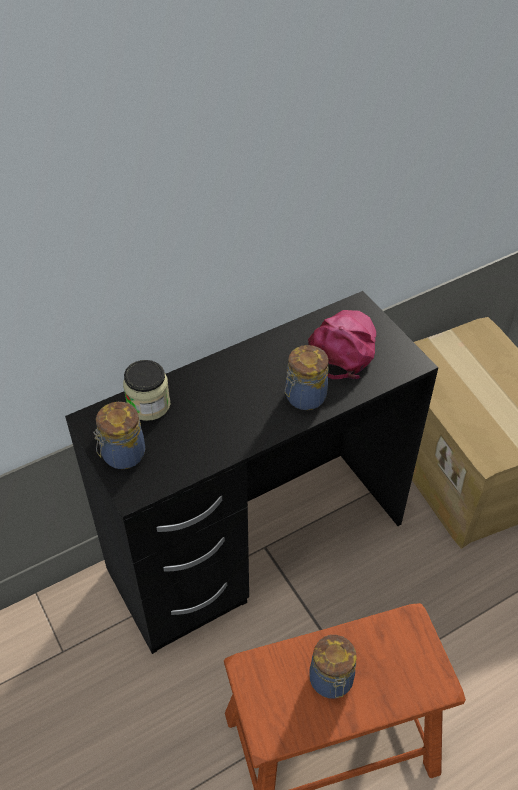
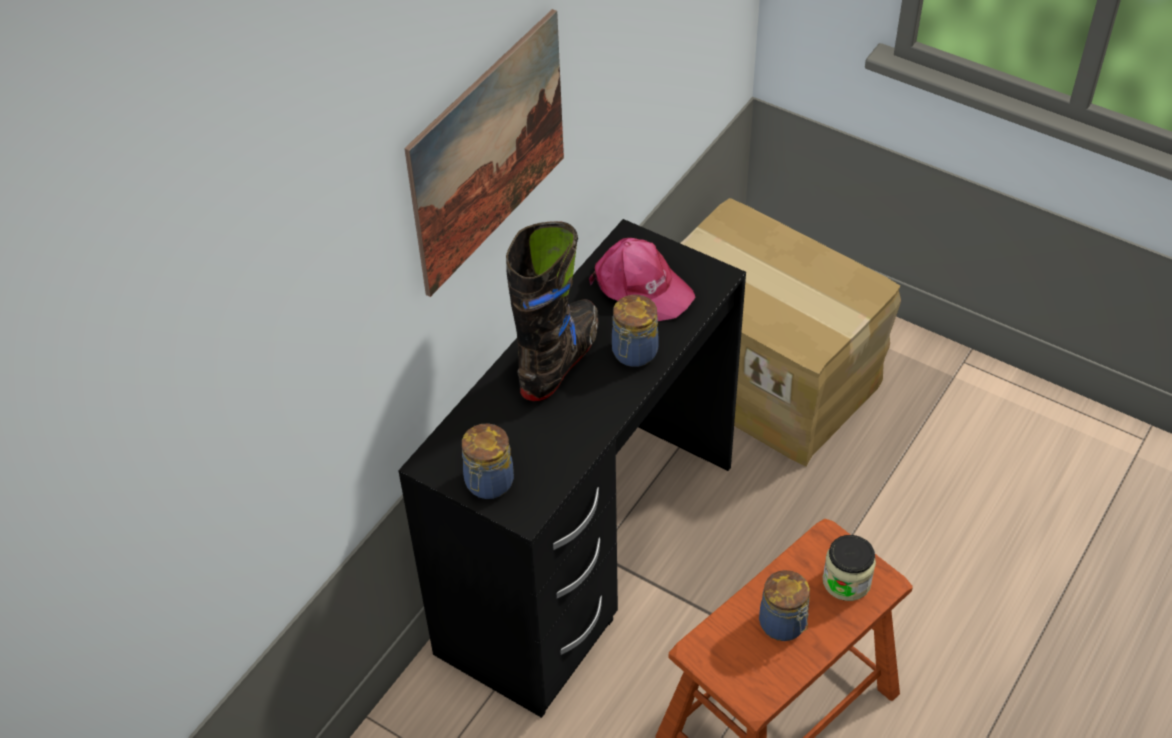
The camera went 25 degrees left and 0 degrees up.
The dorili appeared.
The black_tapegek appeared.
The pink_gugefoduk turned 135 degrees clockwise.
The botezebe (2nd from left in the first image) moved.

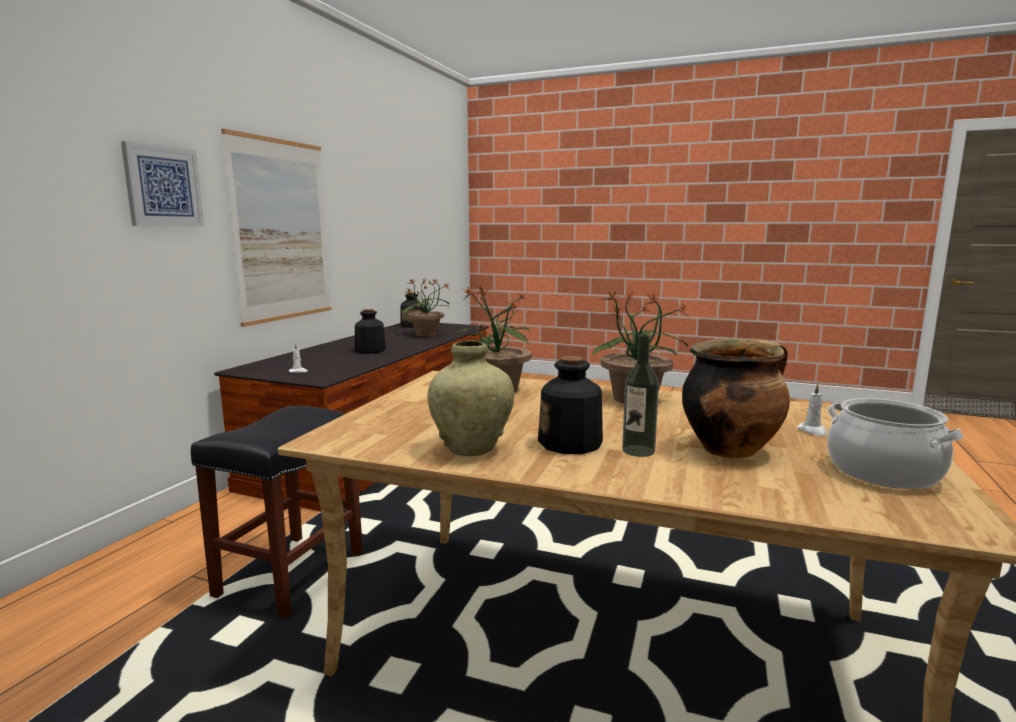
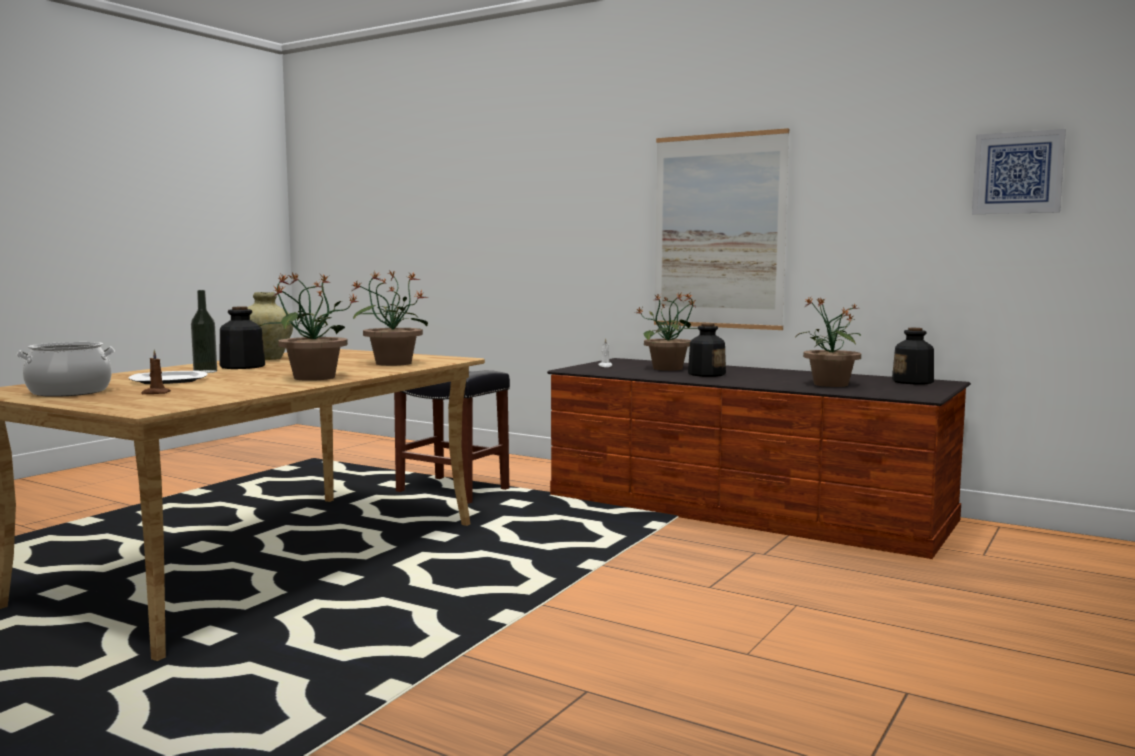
The camera went 100 degrees right and 5 degrees down.
The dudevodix (1st from left) was replaced by the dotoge.
The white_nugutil (2nd from left) became the brown_nugutil.
The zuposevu (3rd from left) appeared.
The dorili (1st from left in the first image) moved.

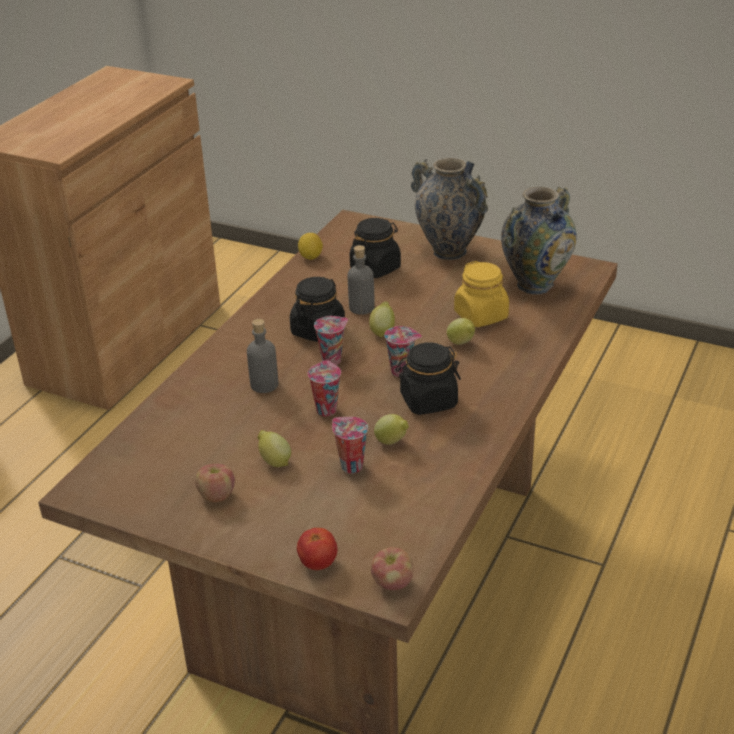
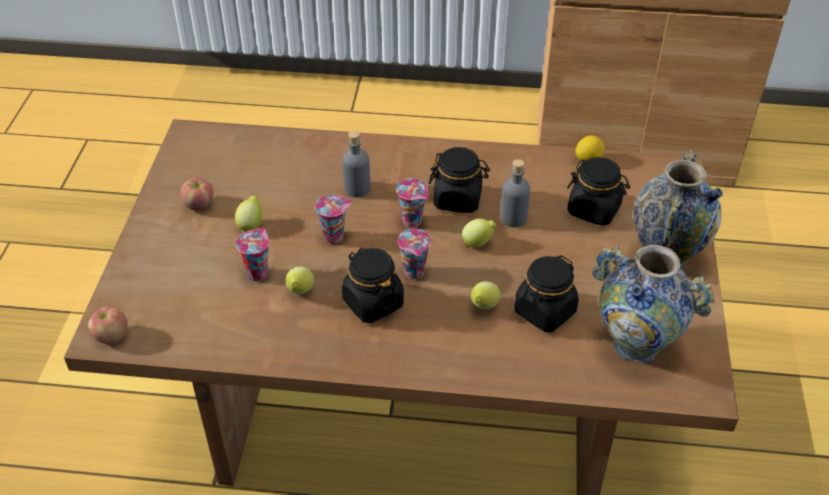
The camera went 70 degrees right and 10 degrees up.
The yellow_botezebe became the black_botezebe (3rd from left).
The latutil disappeared.

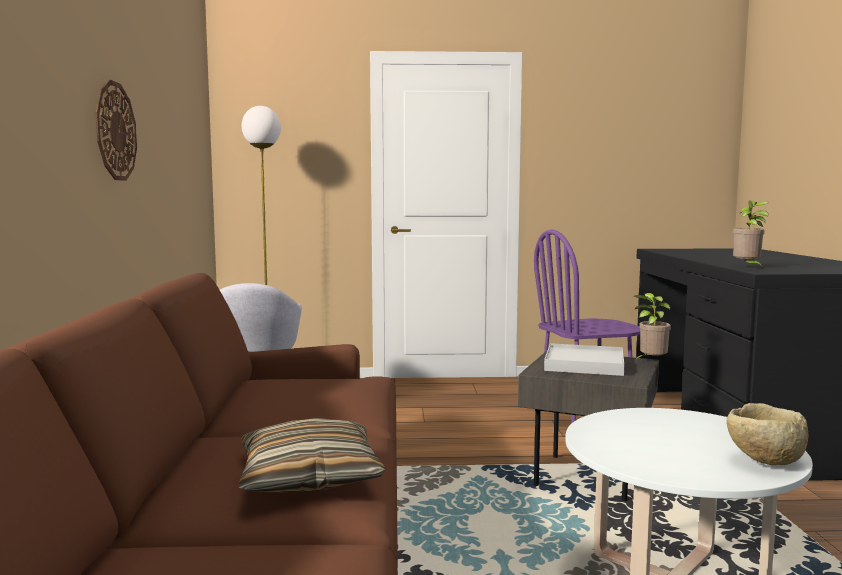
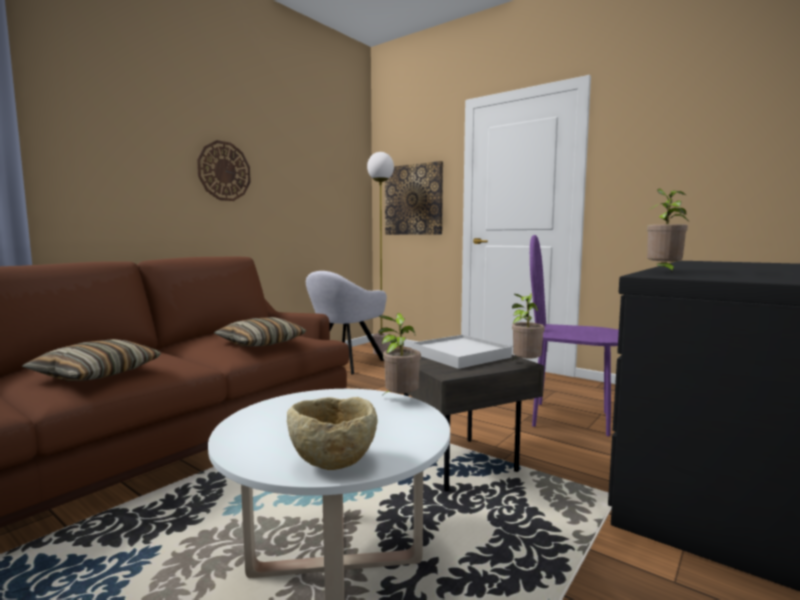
The camera went 40 degrees right and 0 degrees up.
The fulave (2nd from left) appeared.
The zuposevu (1st from left) appeared.
The dorili appeared.

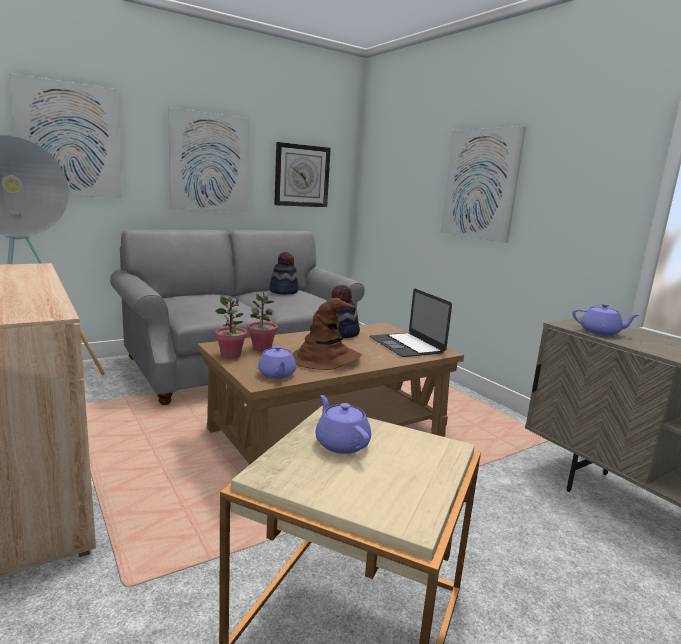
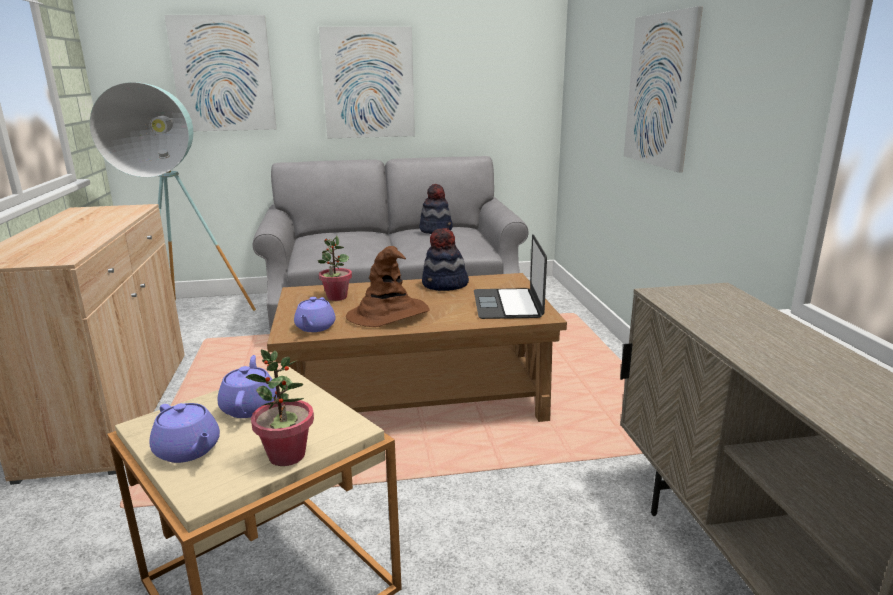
The camera went 25 degrees right and 5 degrees up.
The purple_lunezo (3rd from left in the first image) moved.
The zuposevu (1st from left) moved.
The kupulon disappeared.

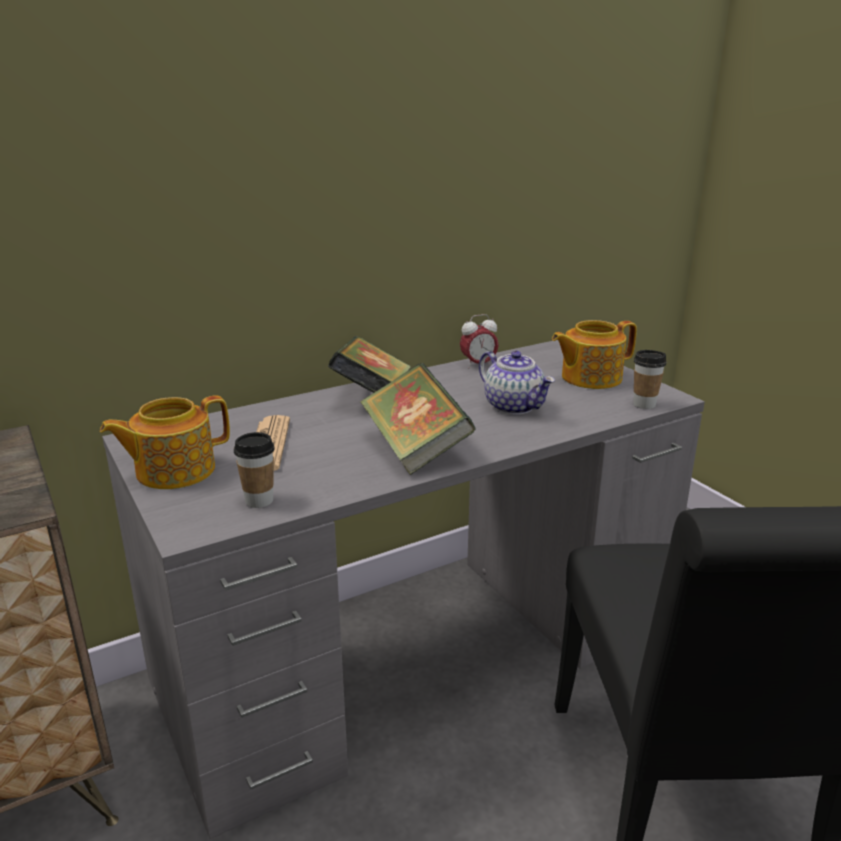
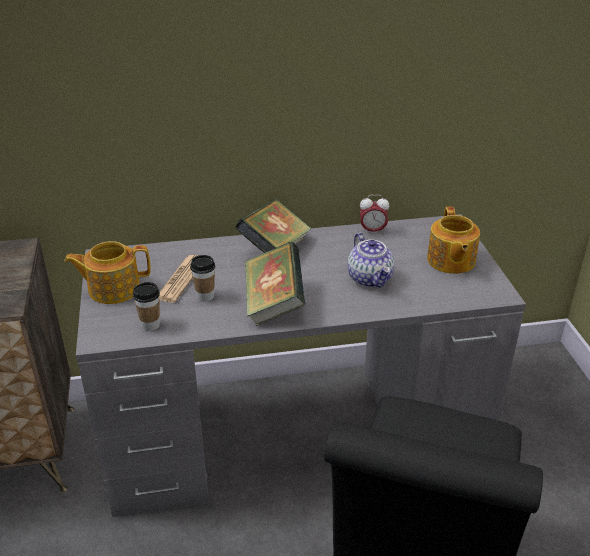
The camera went 20 degrees right and 10 degrees up.
The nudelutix (2nd from left) moved.
The lunezo (3rd from left) turned 90 degrees counterclockwise.

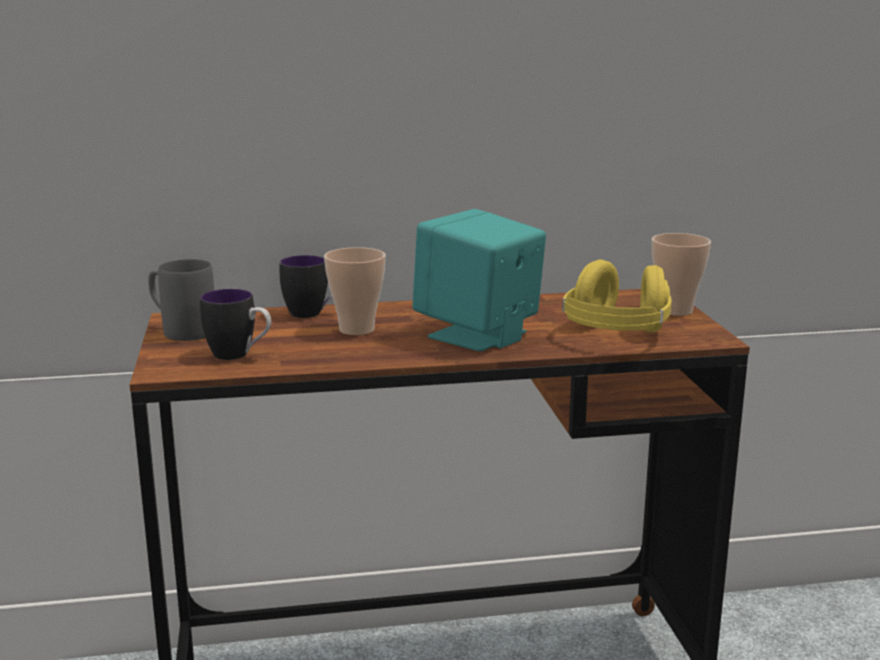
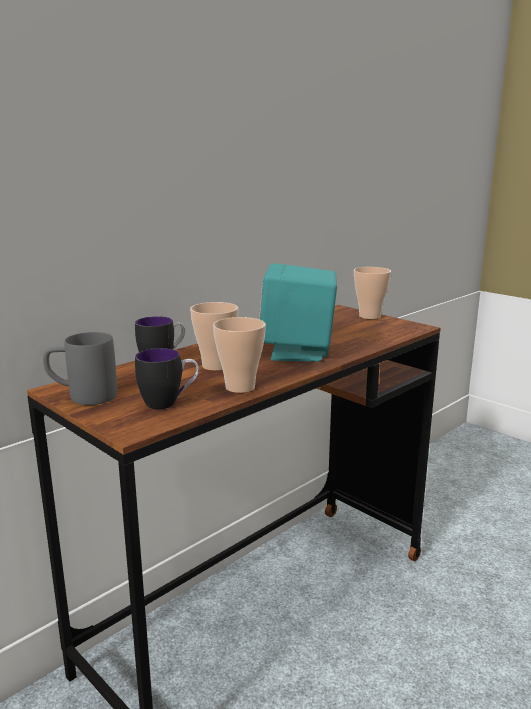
The camera went 35 degrees left and 0 degrees up.
The nudelutix (2nd from left) appeared.
The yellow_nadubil disappeared.

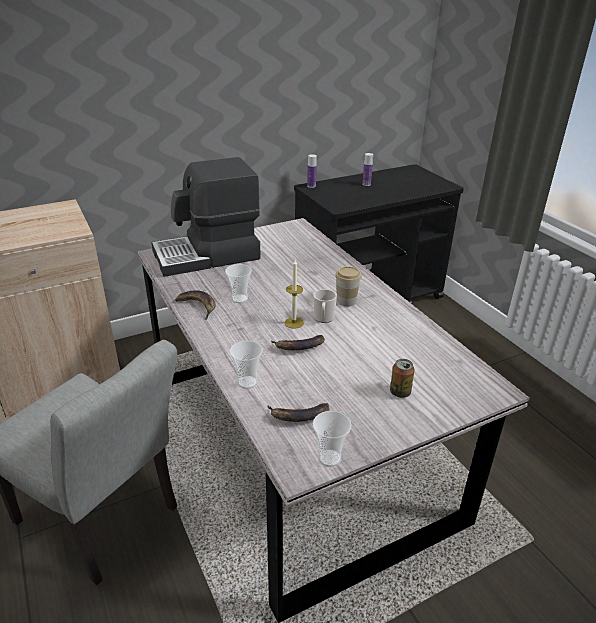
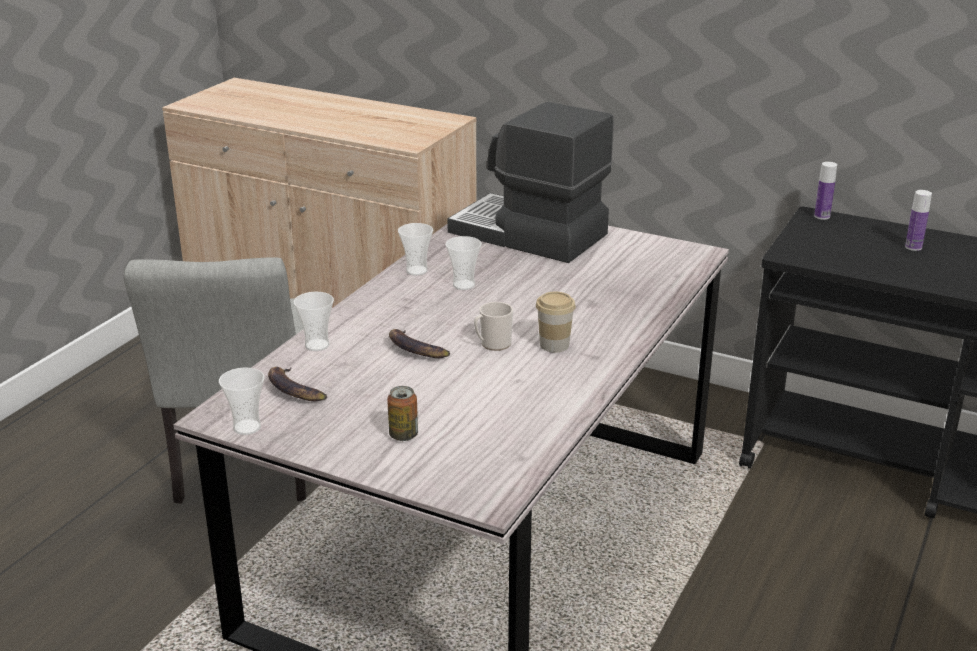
The camera went 55 degrees right and 5 degrees down.
The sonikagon (1st from left) was replaced by the nudelutix (3rd from left).
The nugutil disappeared.

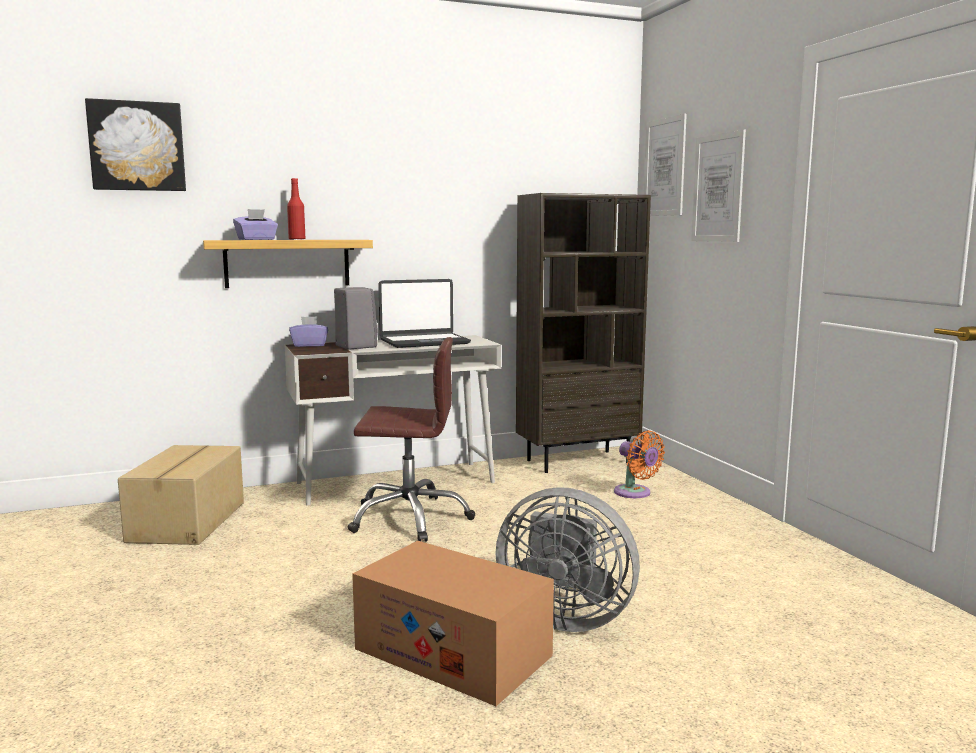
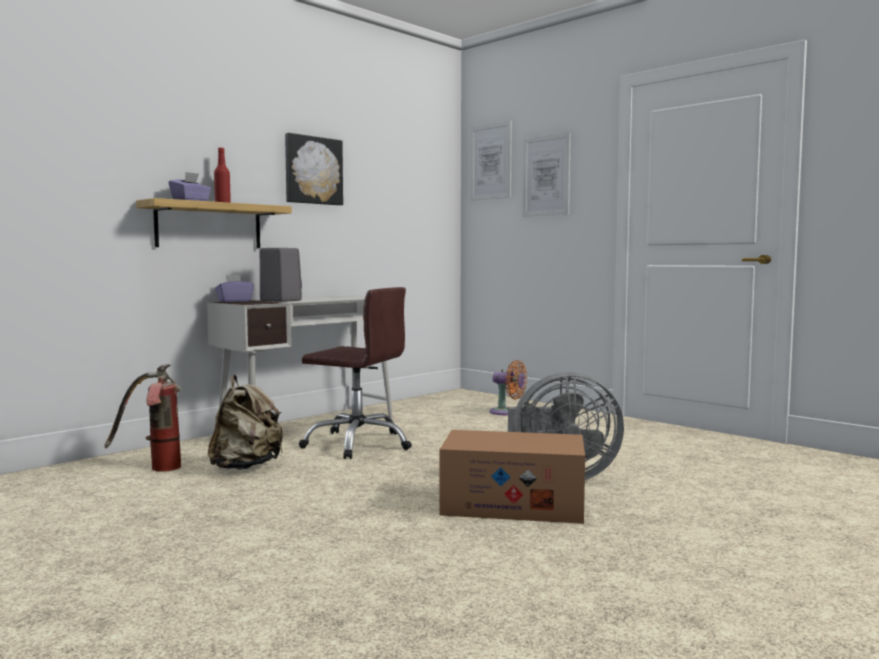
The camera went 25 degrees left and 5 degrees down.
The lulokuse (1st from left) was replaced by the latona.
The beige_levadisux appeared.
The dorili (1st from left) moved.
The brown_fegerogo turned 45 degrees clockwise.
The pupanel disappeared.
The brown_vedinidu disappeared.

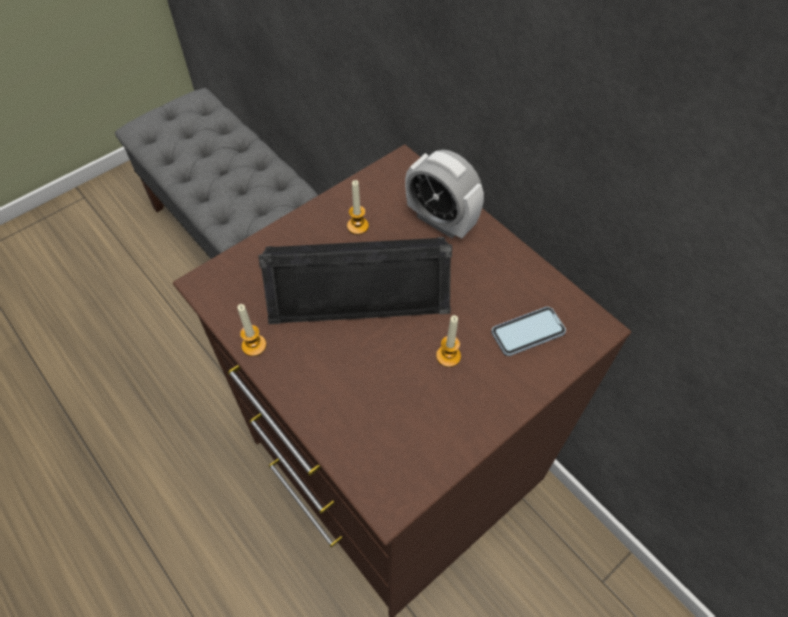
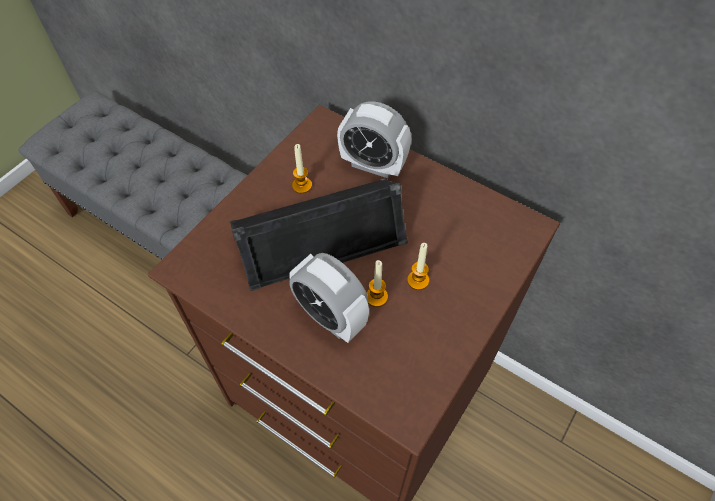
The camera went 15 degrees left and 0 degrees up.
The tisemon (1st from left) appeared.
The nugutil (1st from left in the first image) moved.
The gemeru disappeared.

